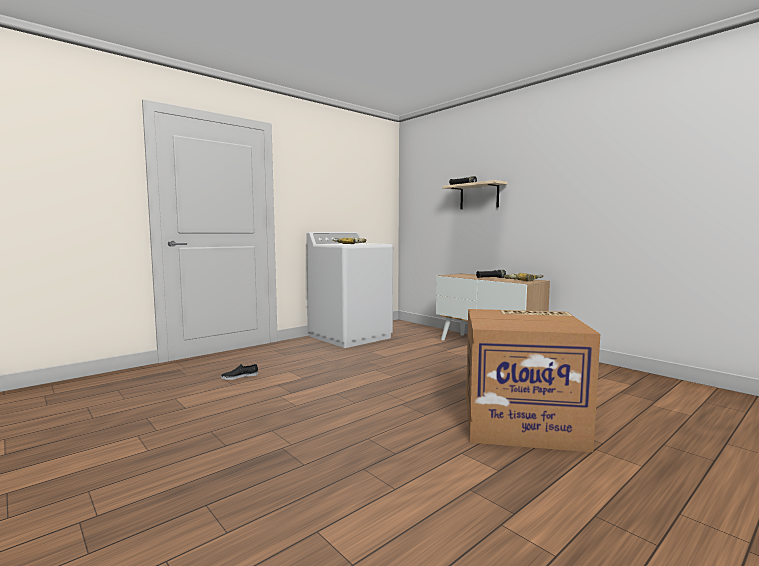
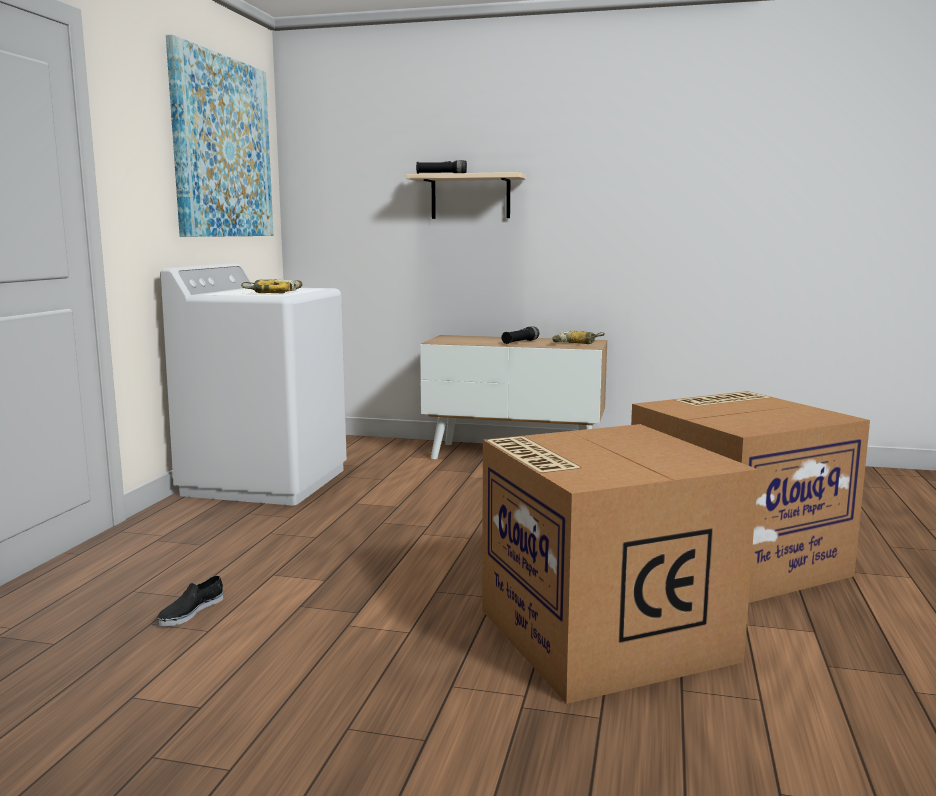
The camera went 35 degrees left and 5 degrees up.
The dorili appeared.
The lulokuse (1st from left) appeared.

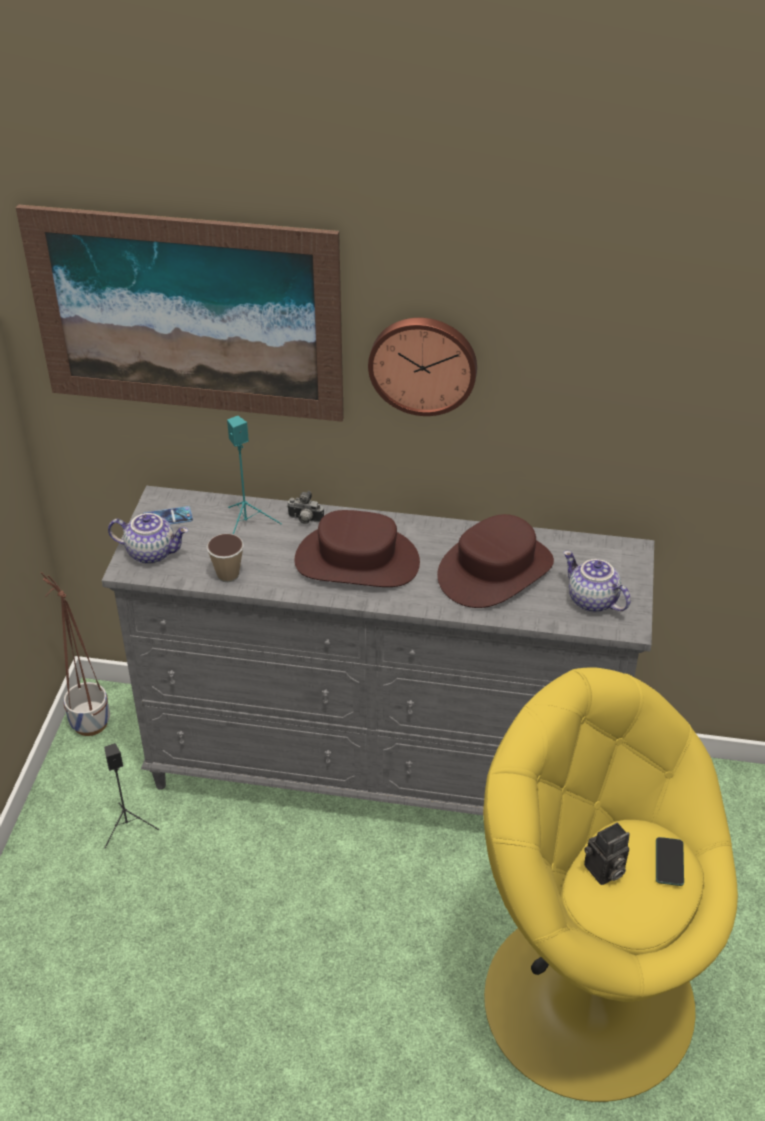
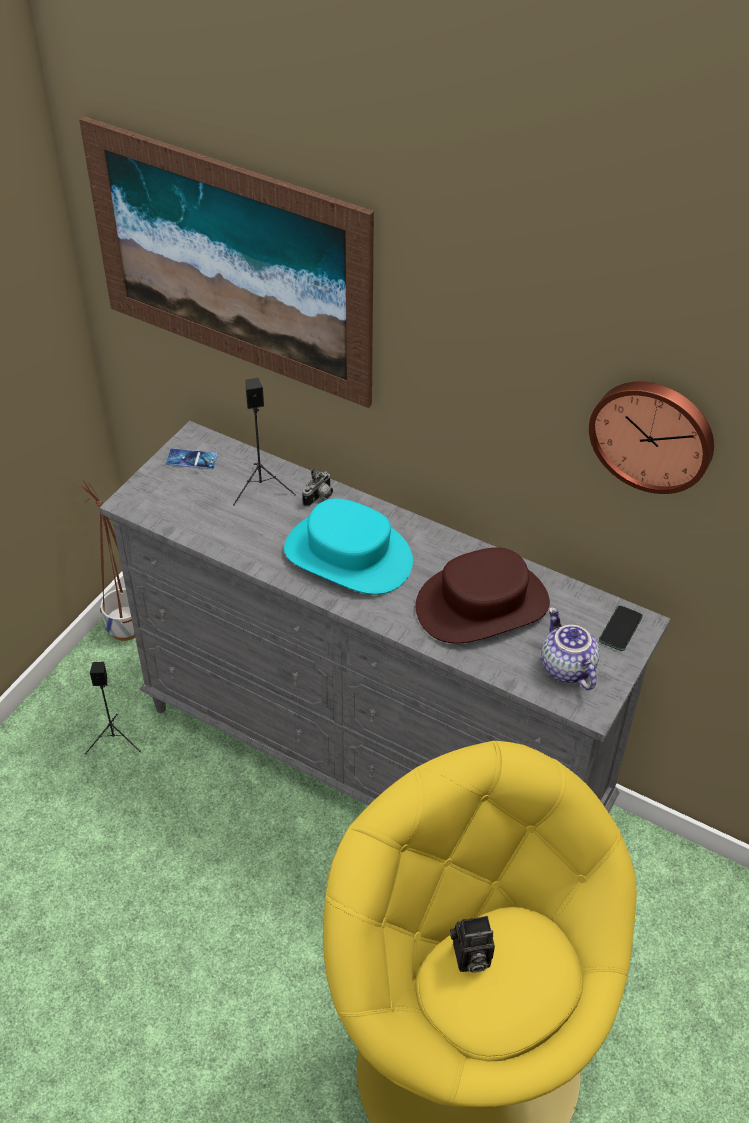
The camera went 20 degrees right and 5 degrees up.
The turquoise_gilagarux became the black_gilagarux (2nd from left).
The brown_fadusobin (1st from left) became the turquoise_fadusobin.
The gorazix (1st from left) turned 90 degrees counterclockwise.
The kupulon moved.
The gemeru (2nd from left) moved.
The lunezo (1st from left) disappeared.
The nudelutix disappeared.

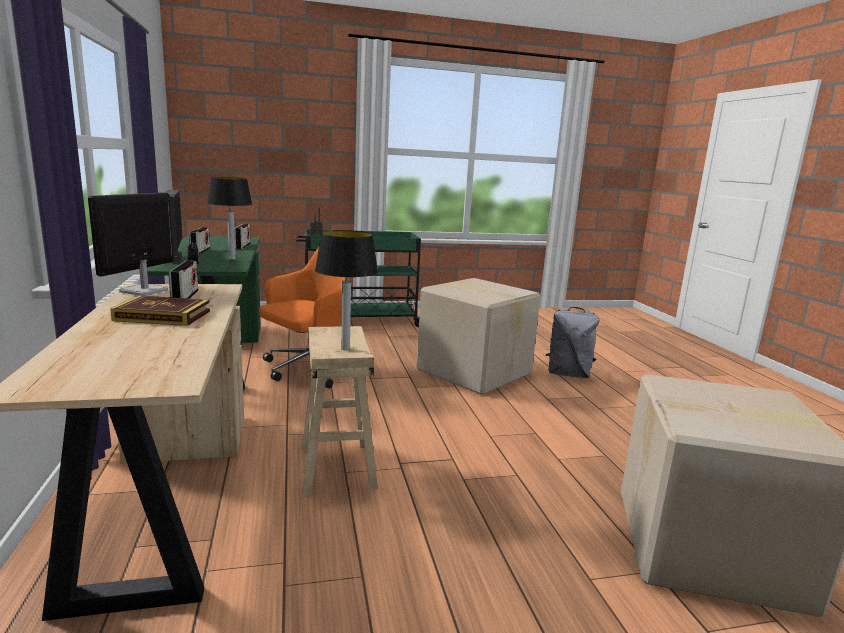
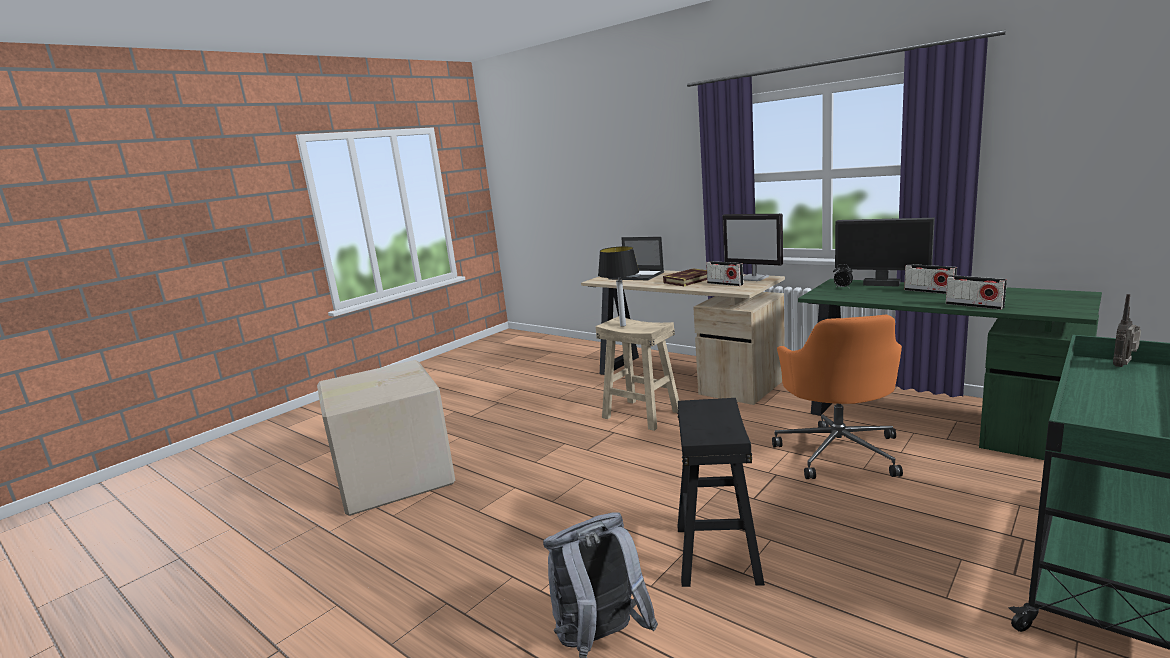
The camera went 145 degrees right and 0 degrees up.
The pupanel appeared.
The lulokuse (1st from left) was replaced by the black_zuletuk.
The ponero (1st from left) turned 150 degrees clockwise.
The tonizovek (1st from left) disappeared.

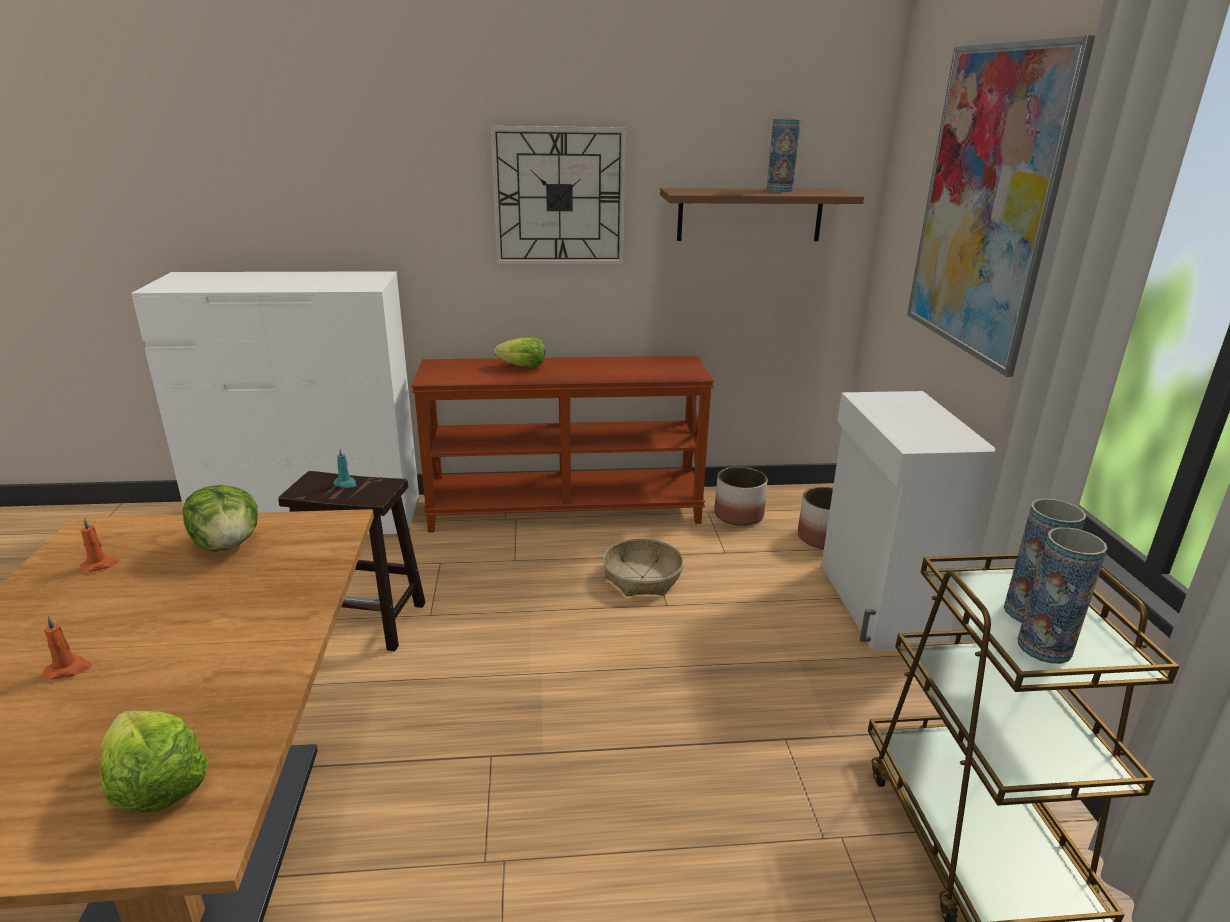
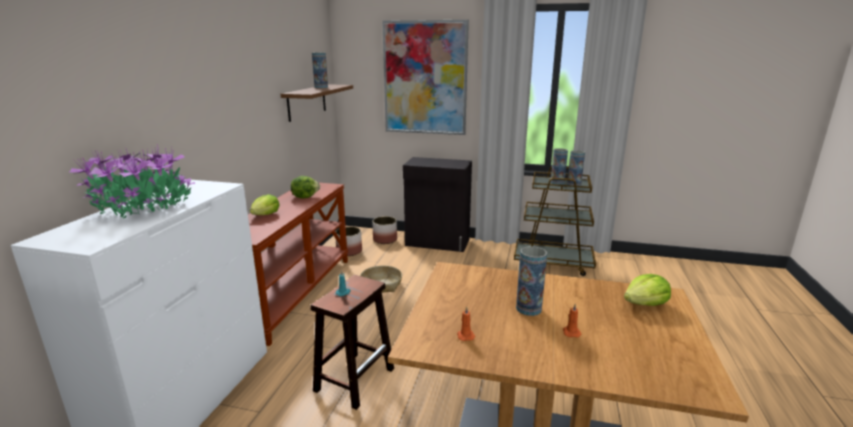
The camera went 70 degrees left and 5 degrees down.
The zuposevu appeared.
The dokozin (2nd from left) moved.
The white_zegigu became the black_zegigu.
The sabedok (2nd from left) appeared.
The kupulon disappeared.

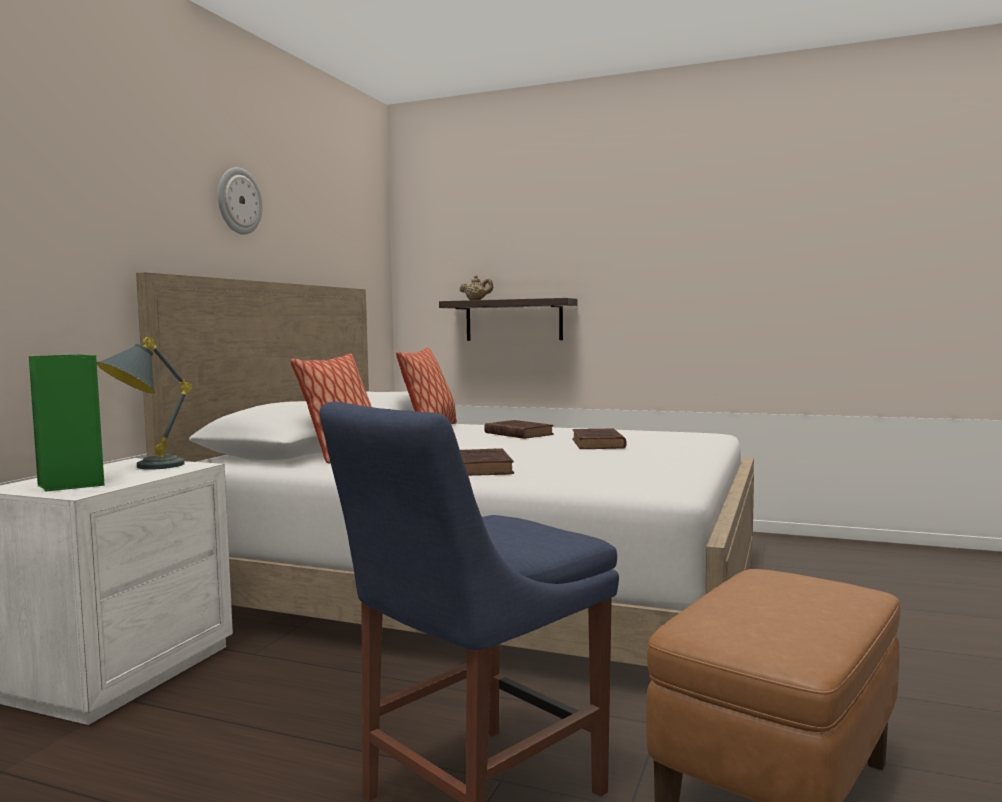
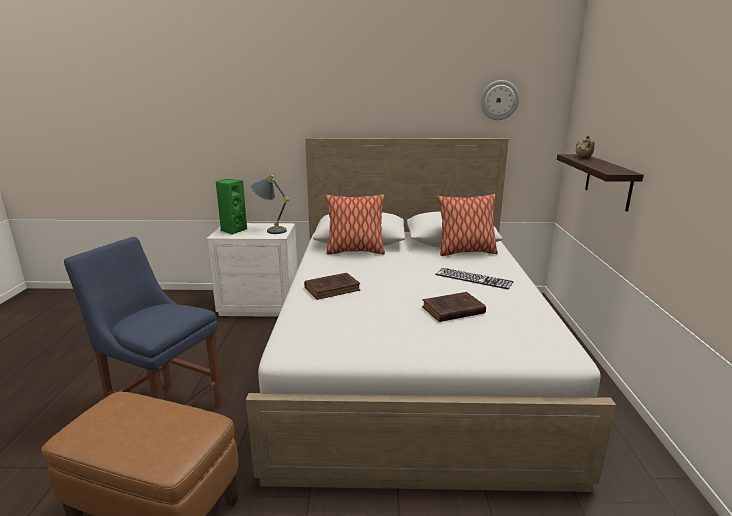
The camera went 70 degrees right and 15 degrees up.
The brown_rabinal (2nd from left) was replaced by the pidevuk.
The kupulon moved.

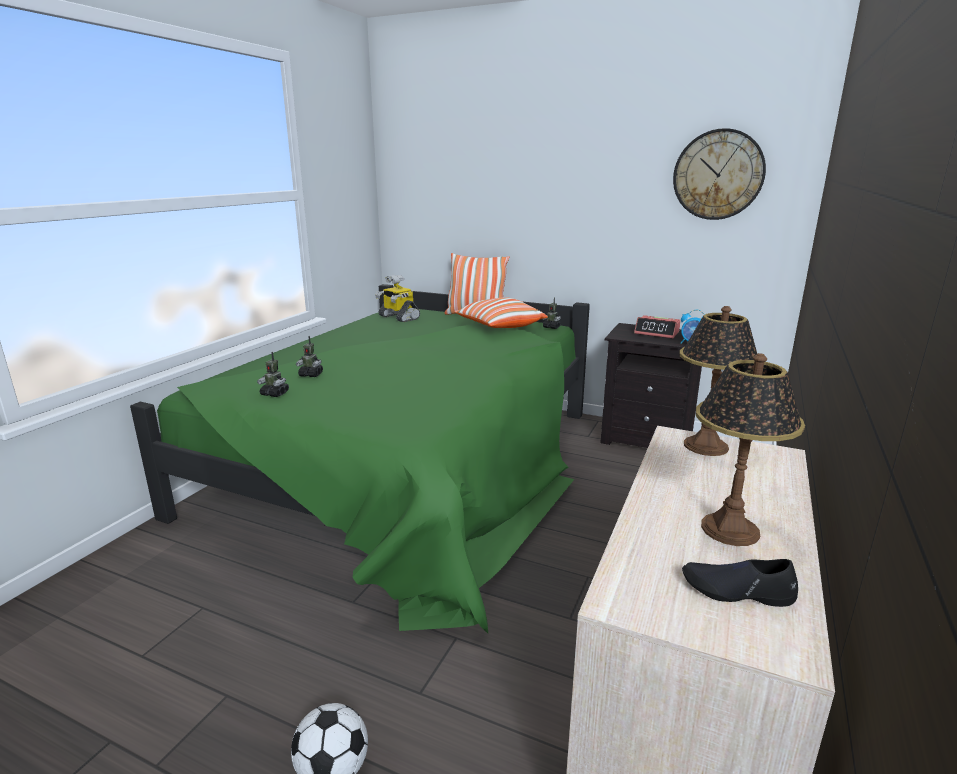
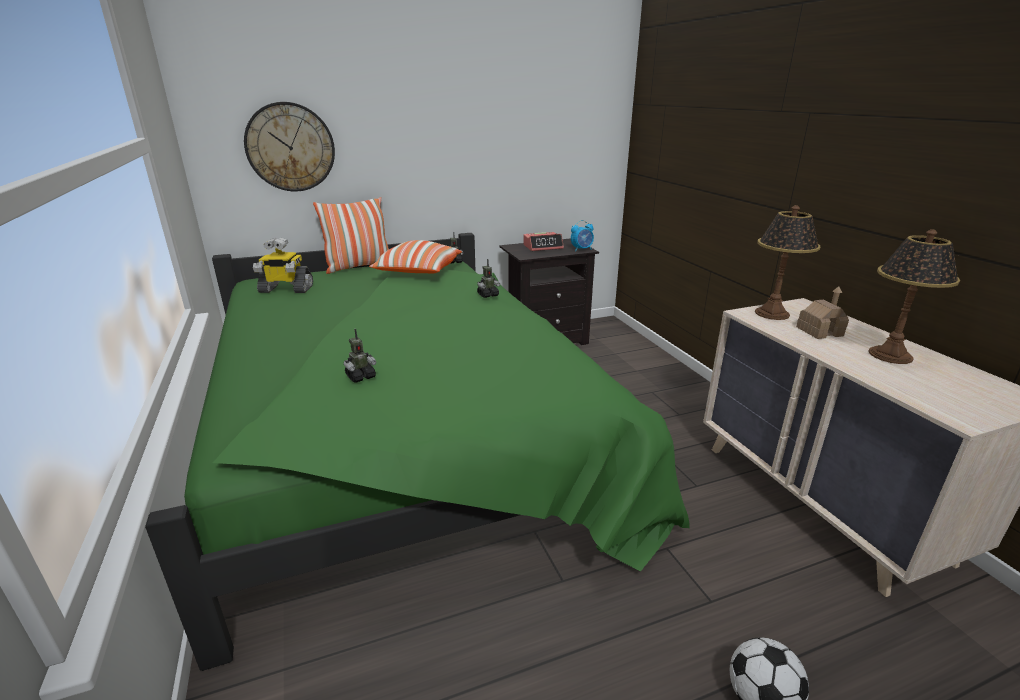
The camera went 45 degrees left and 5 degrees up.
The kupulon moved.
The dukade (1st from left in the first image) moved.
The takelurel appeared.
The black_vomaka disappeared.

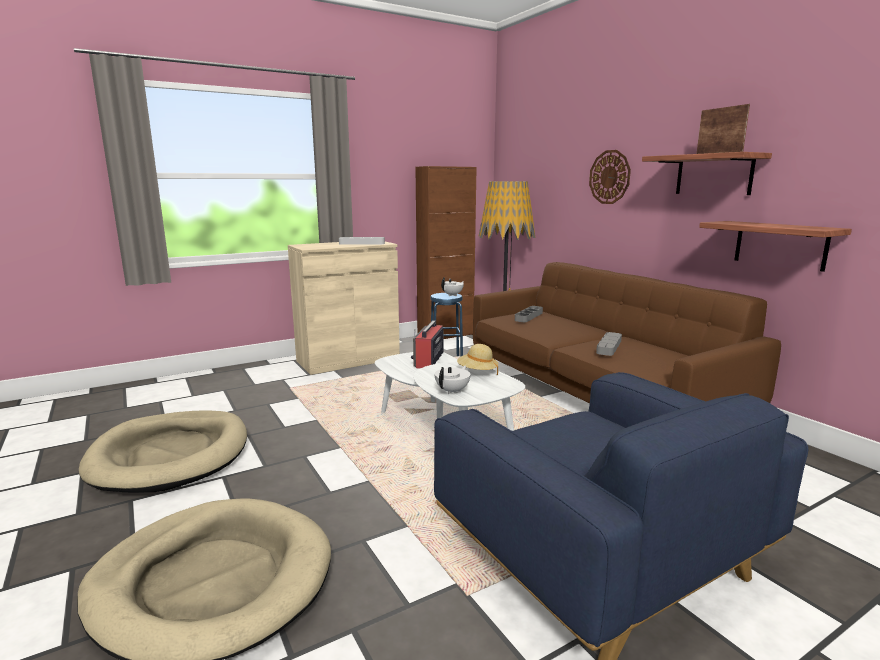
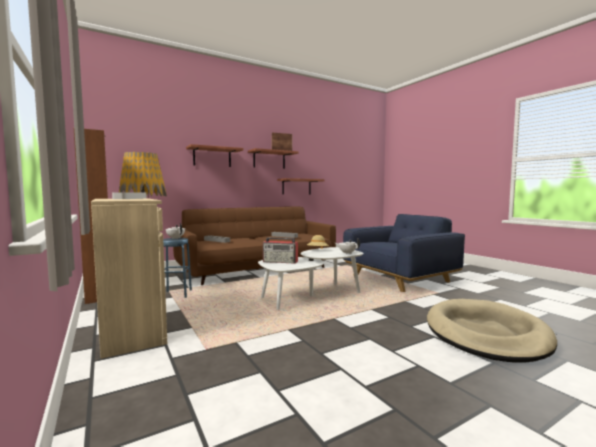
The camera went 90 degrees left and 10 degrees down.
The kupulon was replaced by the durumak (1st from left).
The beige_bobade (1st from left) disappeared.

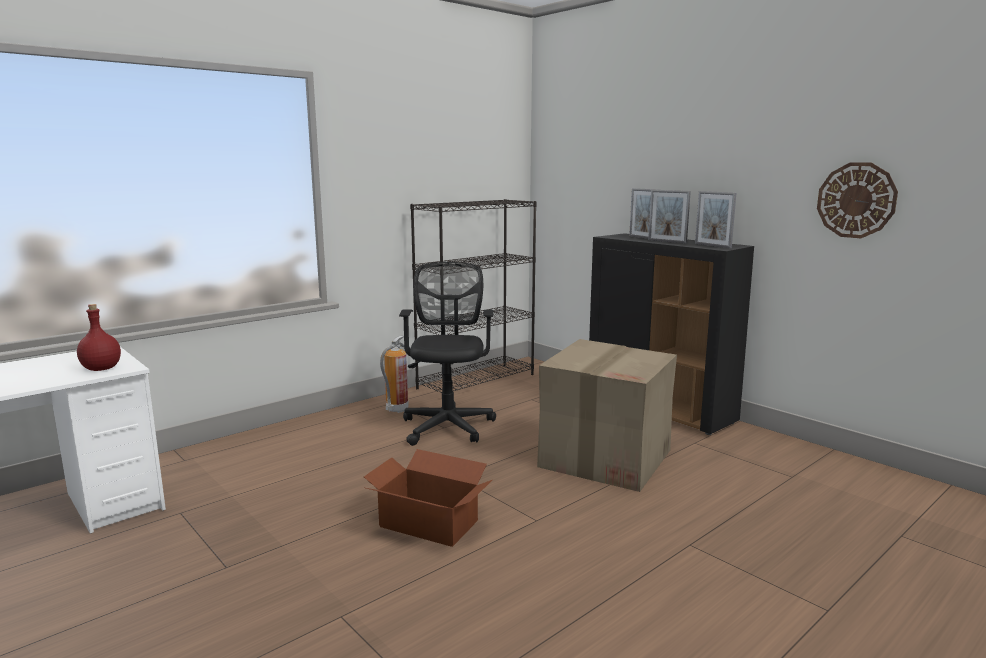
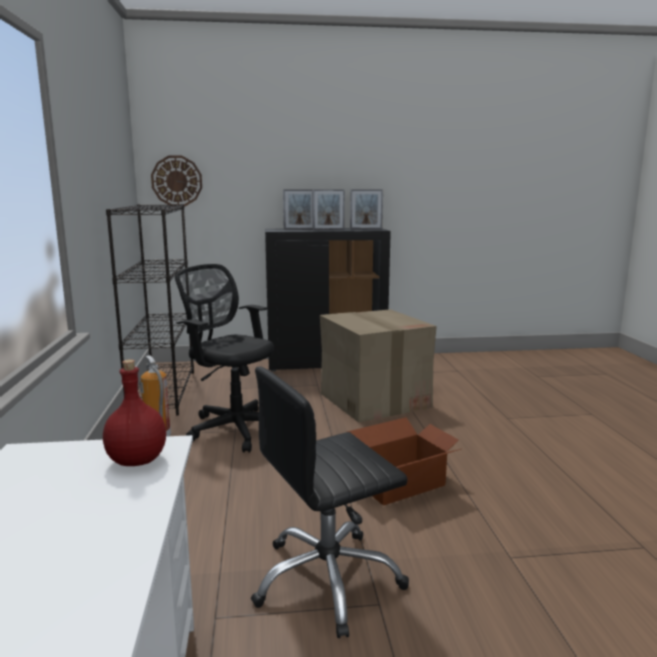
The camera went 55 degrees left and 0 degrees up.
The kupulon moved.
The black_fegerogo (2nd from left) appeared.

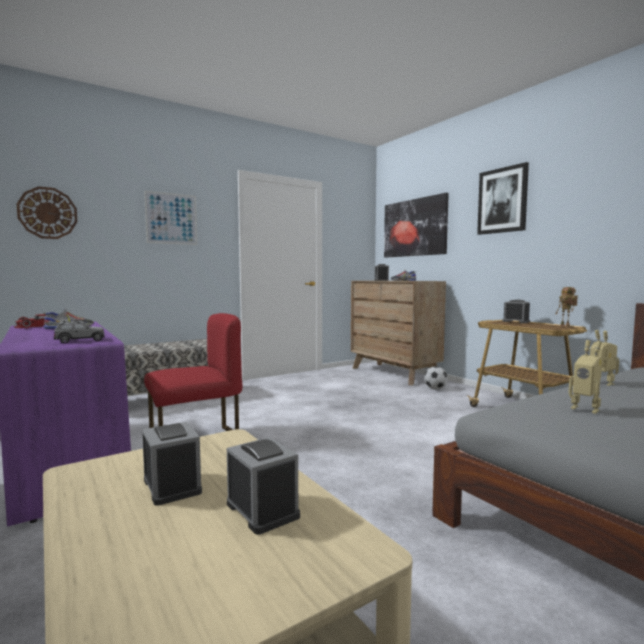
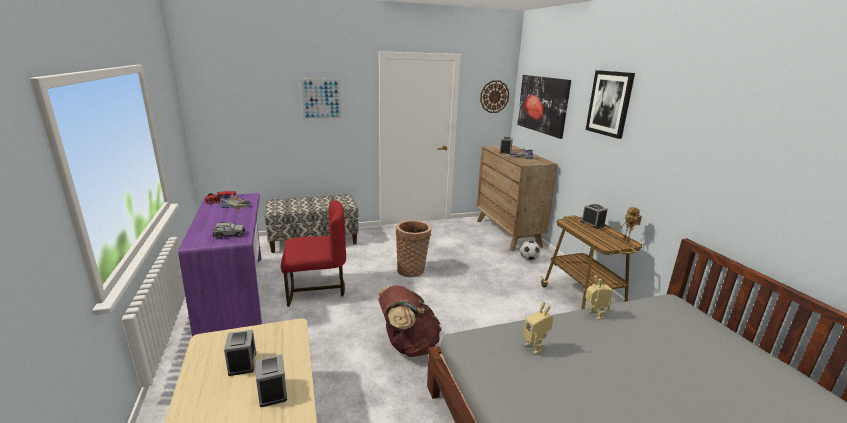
The camera went 15 degrees right and 15 degrees up.
The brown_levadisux appeared.
The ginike appeared.
The kupulon moved.

